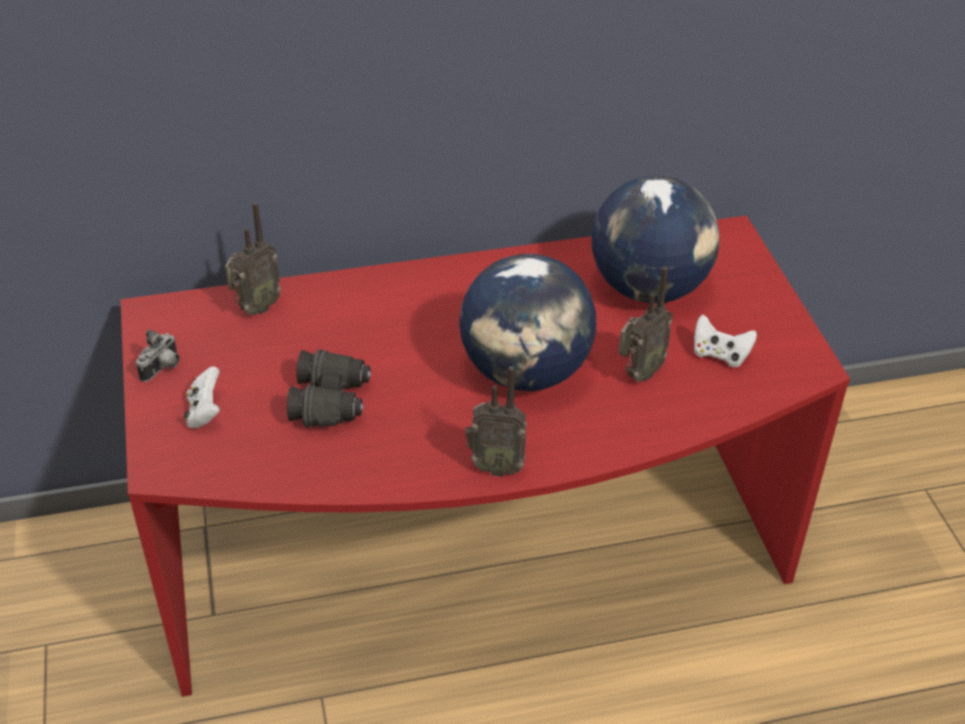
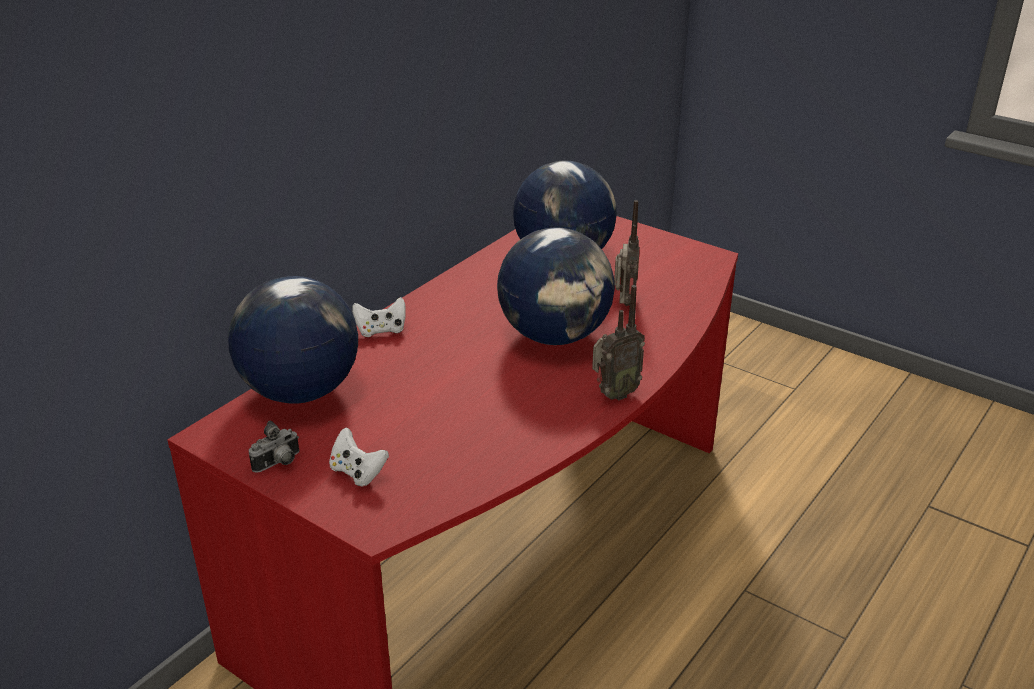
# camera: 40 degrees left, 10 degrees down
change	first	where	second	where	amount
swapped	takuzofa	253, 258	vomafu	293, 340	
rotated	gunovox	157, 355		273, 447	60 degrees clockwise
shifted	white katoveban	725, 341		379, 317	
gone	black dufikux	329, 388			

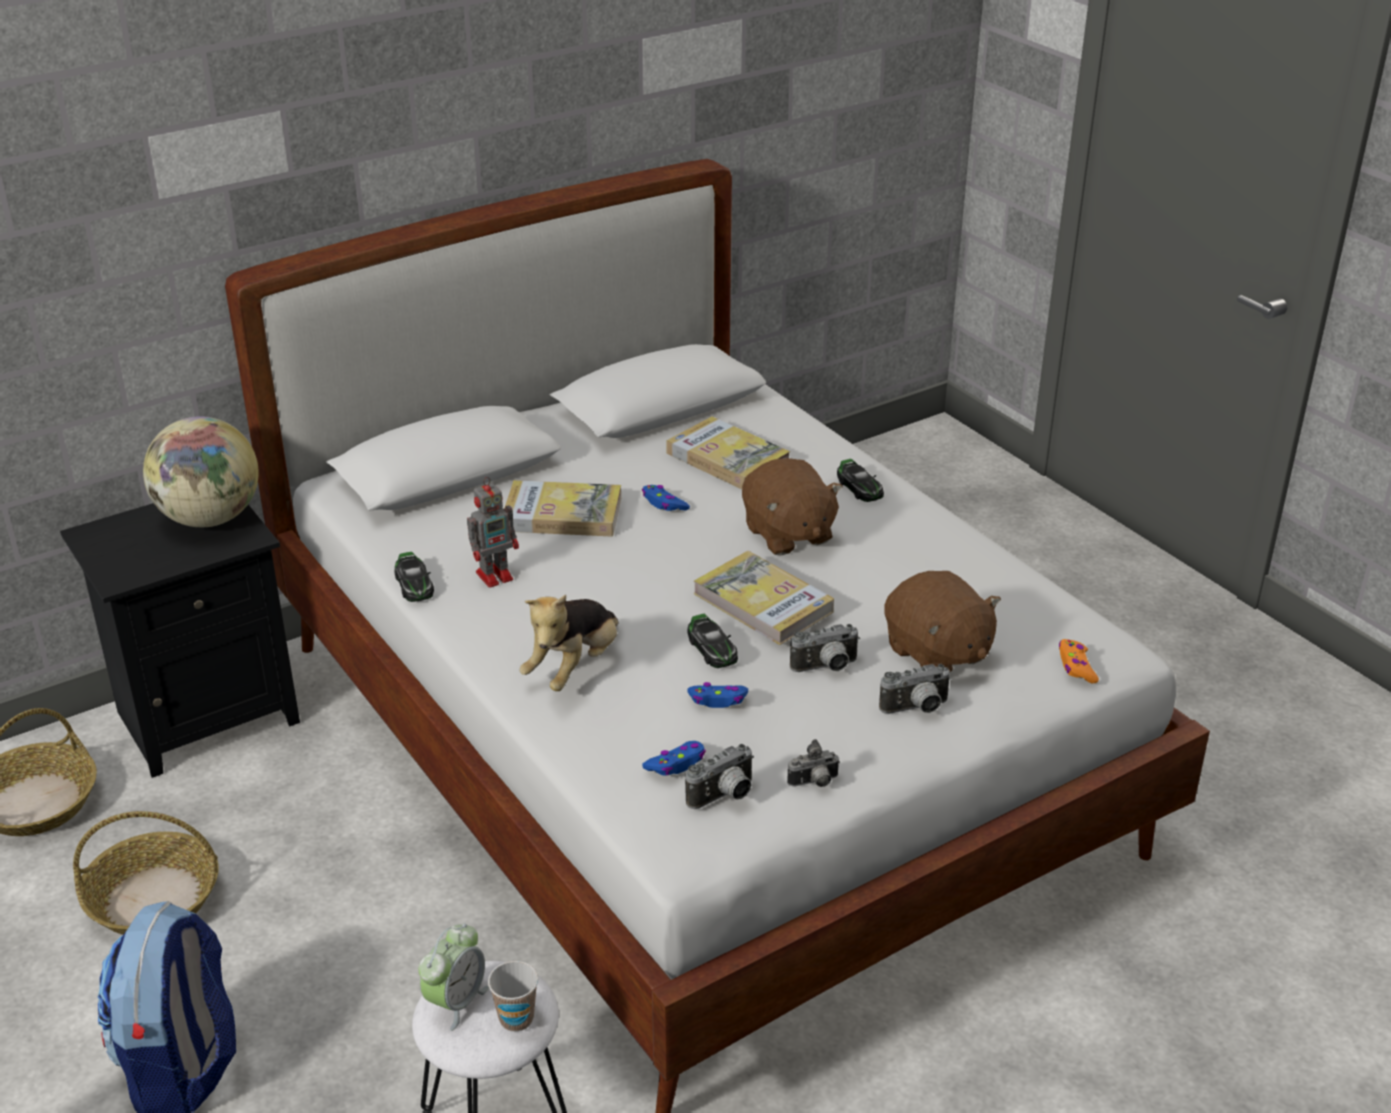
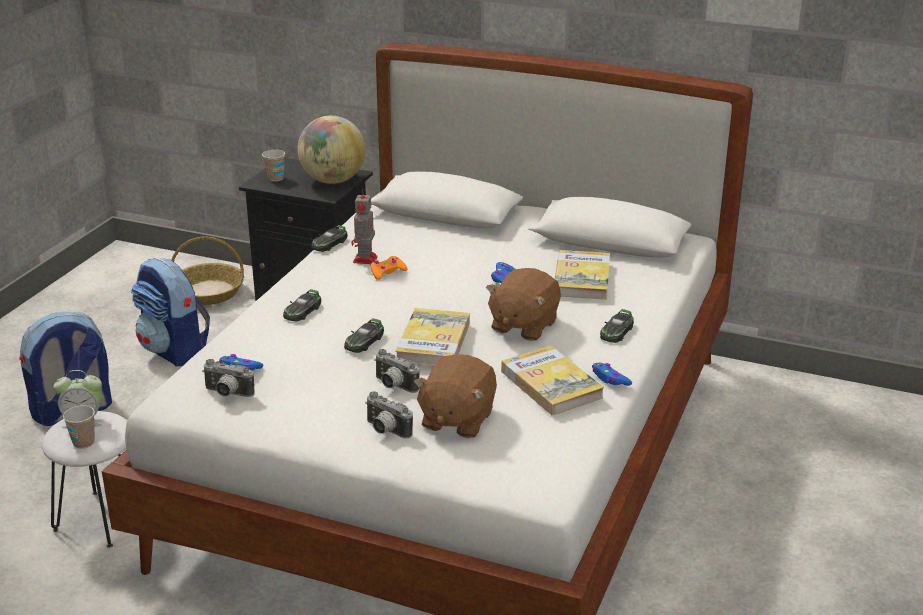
# camera: 55 degrees right, 5 degrees down
change	first	where	second	where	amount
swapped	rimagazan	146, 873	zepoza	170, 312	
new			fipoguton	273, 165	
swapped	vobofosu	568, 643	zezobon	302, 305	
rotated	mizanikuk	493, 532		364, 226	75 degrees clockwise
shifted	orange katoveban	1079, 661		389, 268	
shifted	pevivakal	563, 508		552, 381	
shifted	blue katoveban	718, 695		612, 374	
gone	gunovox	813, 763			

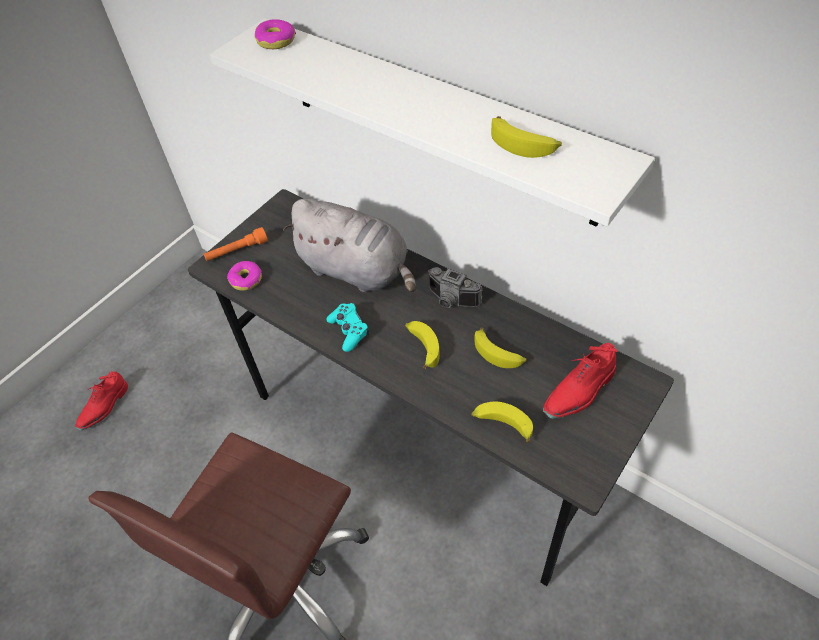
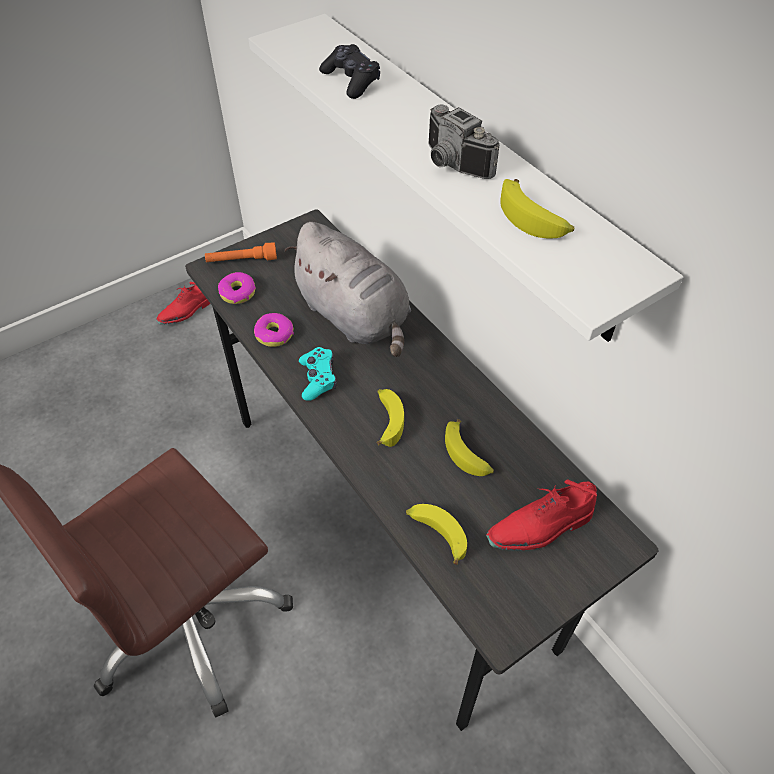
# camera: 15 degrees right, 0 degrees up
change	first	where	second	where	amount
shifted	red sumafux	101, 400		183, 303	
shifted	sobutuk	275, 34		274, 330	
new			black katoveban	349, 71	
shifted	gunovox	455, 287		464, 142	

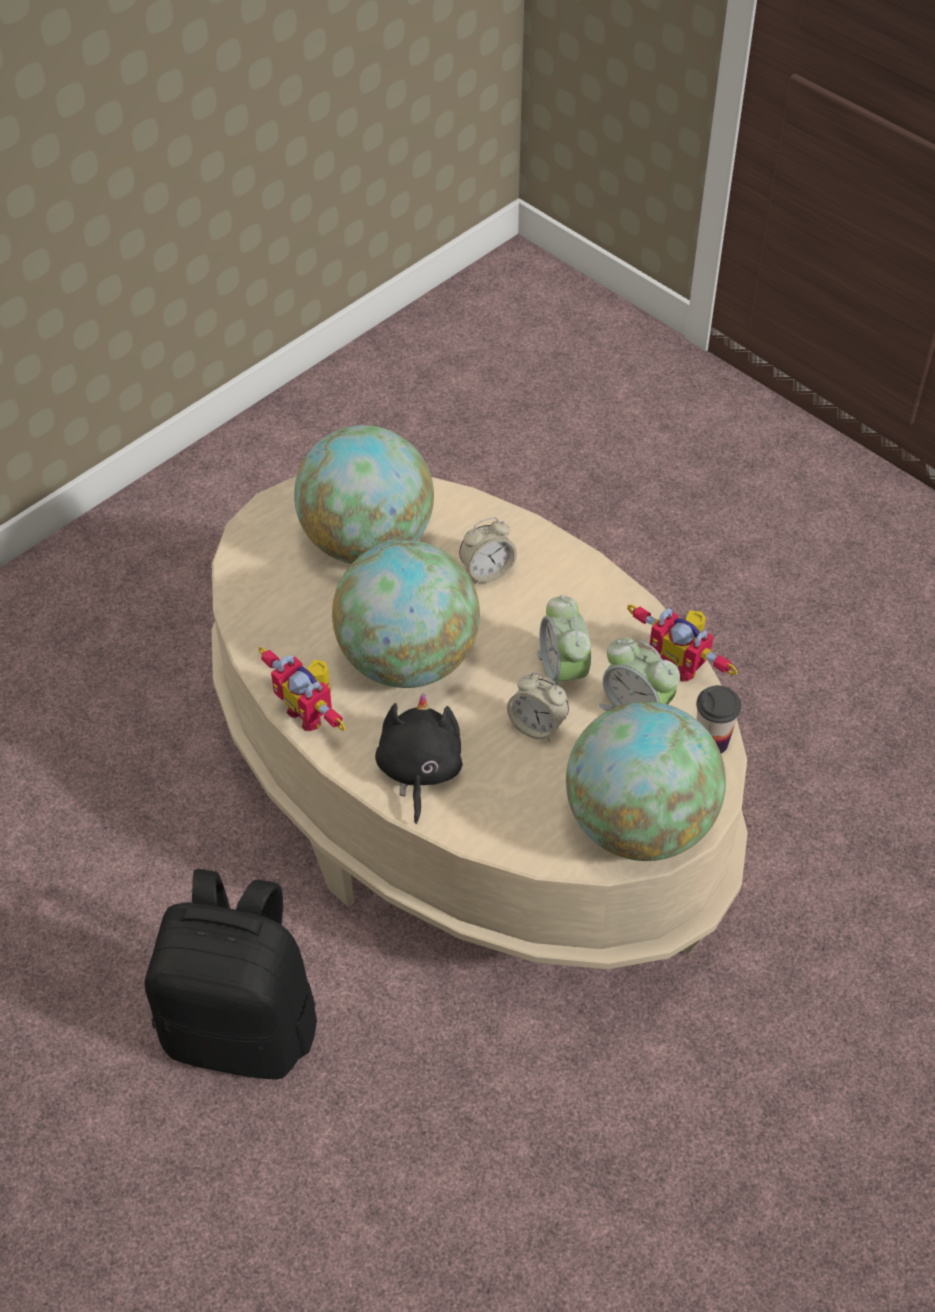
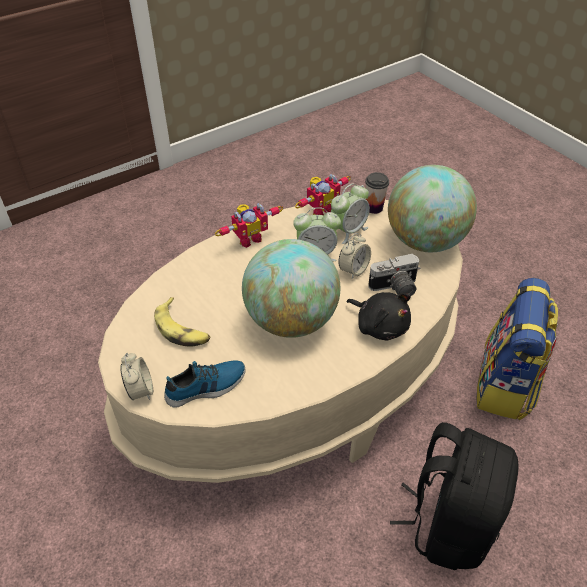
# camera: 80 degrees left, 5 degrees down
change	first	where	second	where	amount
shifted	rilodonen	488, 551		136, 376	
swapped	vomafu	364, 494	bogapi	182, 321	
new			sumafux	205, 384	
shifted	mizanikuk	302, 689		249, 225	
rotated	black vobofosu	419, 759		379, 316	150 degrees counterclockwise
new			gunovox	394, 275	
new			zepoza	517, 349	

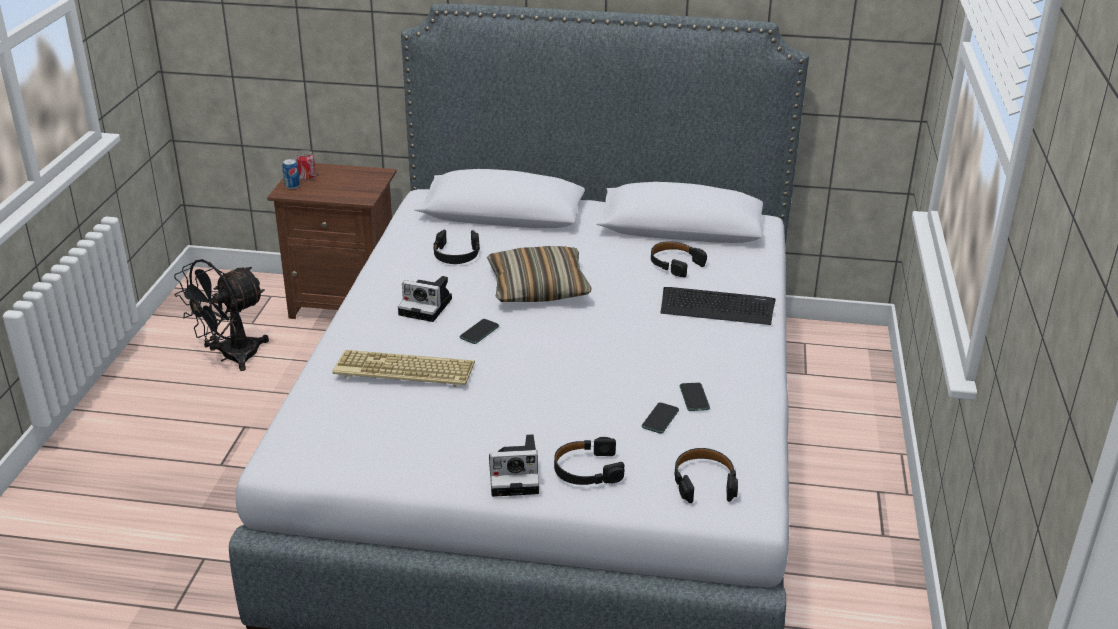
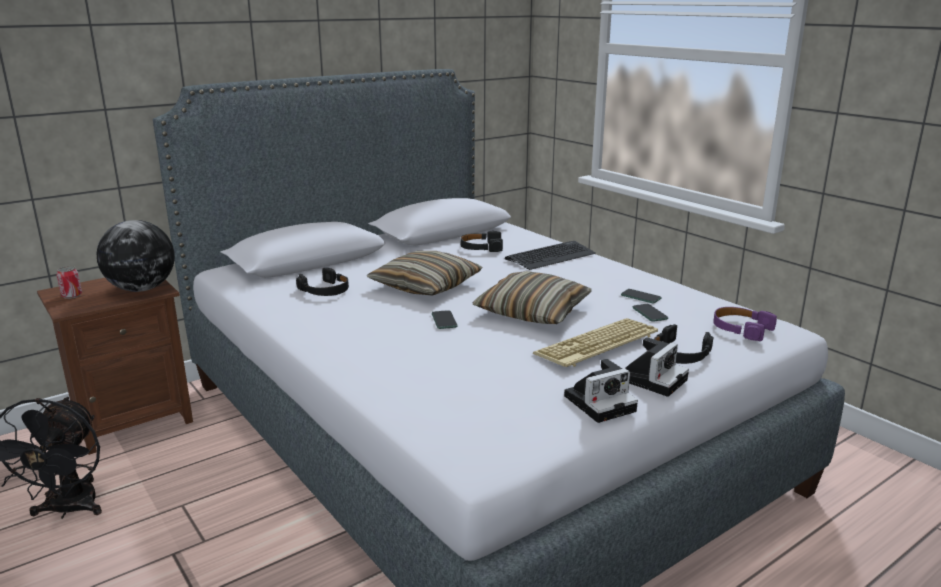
# camera: 45 degrees left, 10 degrees down
change	first	where	second	where	amount
new			vomafu	136, 256	
new			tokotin	532, 297	
shifted	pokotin	403, 368		595, 342	
shifted	gunovox	425, 299		601, 391	
repainted	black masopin	706, 475	purple masopin	745, 324	
gone	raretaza	291, 174			

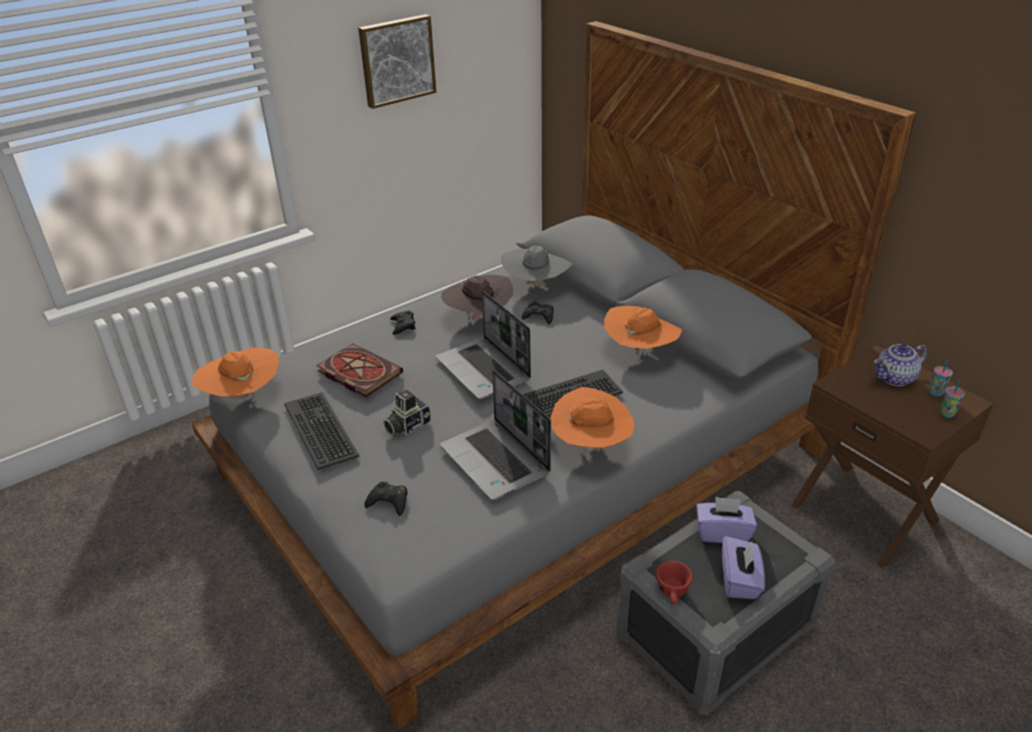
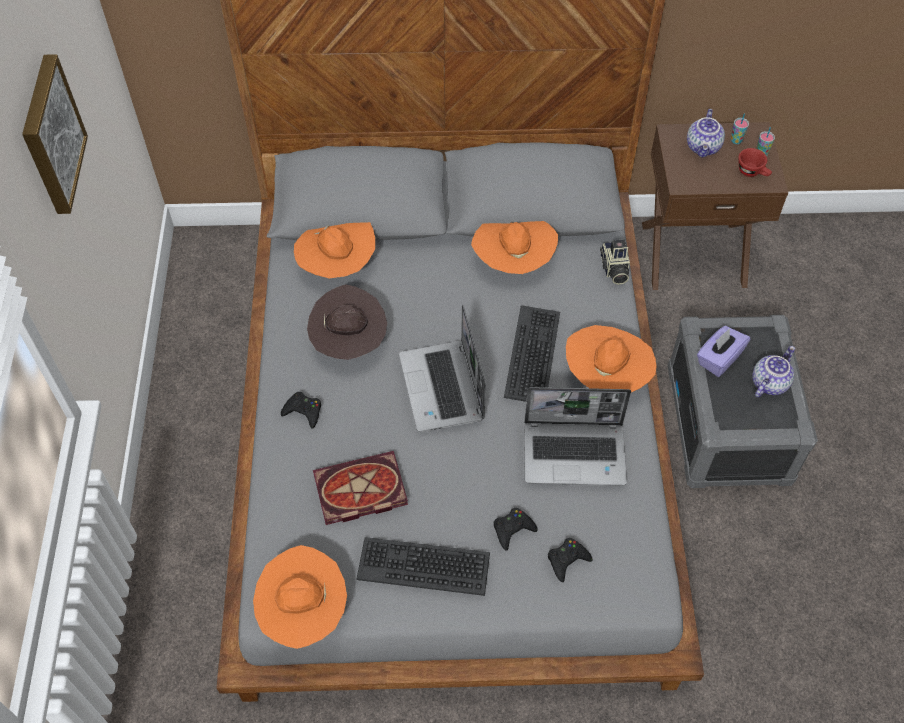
# camera: 55 degrees left, 20 degrees up
change	first	where	second	where	amount
repainted	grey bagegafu	537, 266	orange bagegafu	334, 250	
rotated	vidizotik	483, 345		442, 368	75 degrees clockwise
shifted	black katoveban	538, 313		515, 529	
shifted	gunovox	407, 412		615, 262	
shifted	red fipoguton	674, 582		755, 162	
swapped	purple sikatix	743, 567	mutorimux	773, 371	

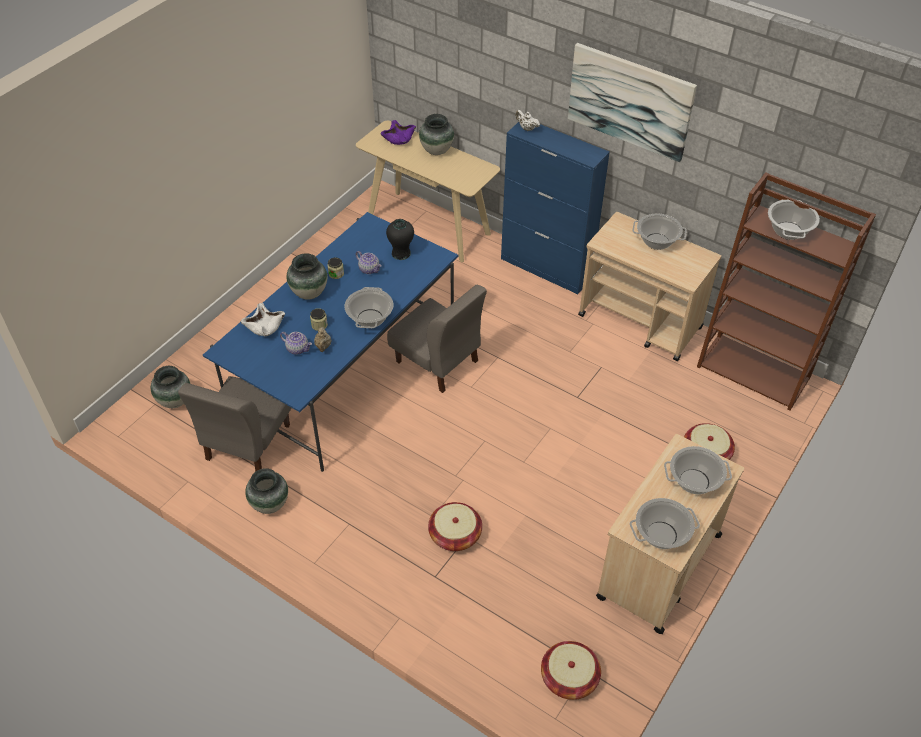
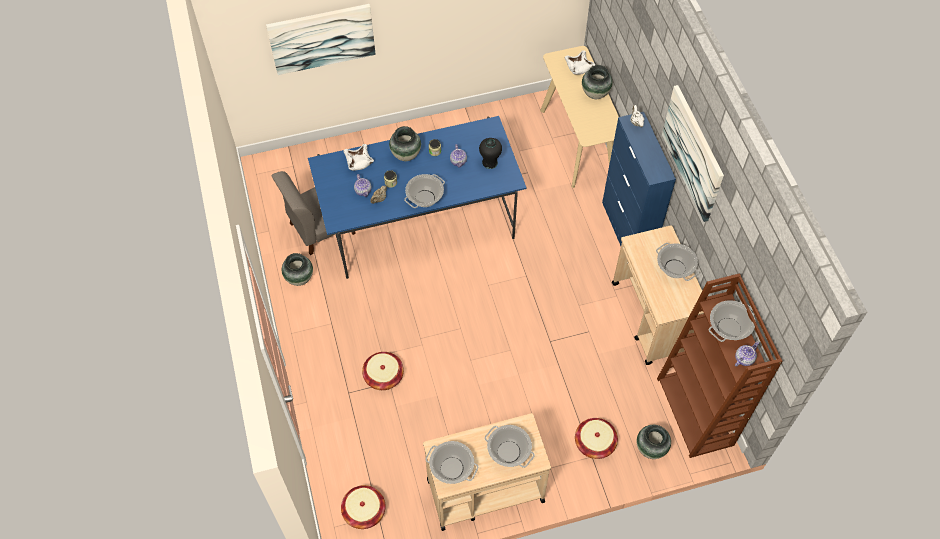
# camera: 40 degrees right, 10 degrees up
change	first	where	second	where	amount
new			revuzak	321, 39	
repainted	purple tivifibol	398, 132	white tivifibol	579, 62	
shifted	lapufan	170, 387		654, 442	
new			mutorimux	747, 354	
gone	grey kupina	437, 339			

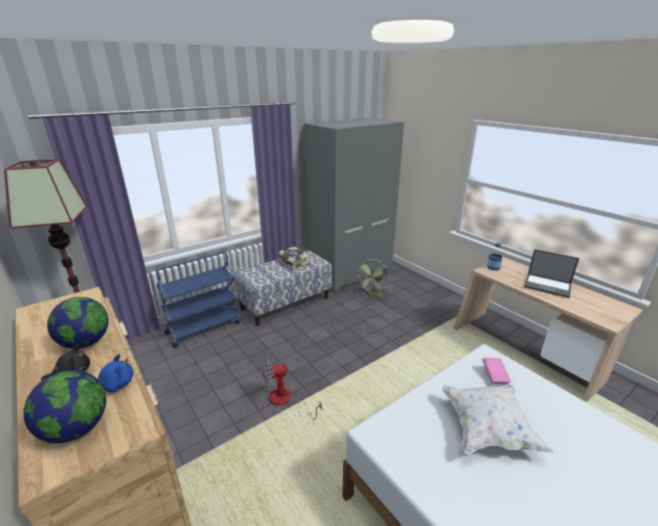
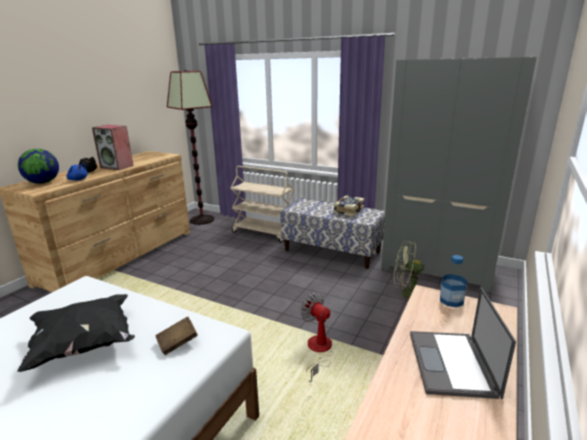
# camera: 65 degrees right, 5 degrees down
change	first	where	second	where	amount
repainted	white tokotin	498, 419	black tokotin	76, 333	
swapped	vomafu	78, 323	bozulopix	112, 147	
repainted	pink pevivakal	496, 371	brown pevivakal	176, 335	
repainted	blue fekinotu	198, 300	beige fekinotu	262, 204	
shifted	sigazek	292, 389		317, 337	

